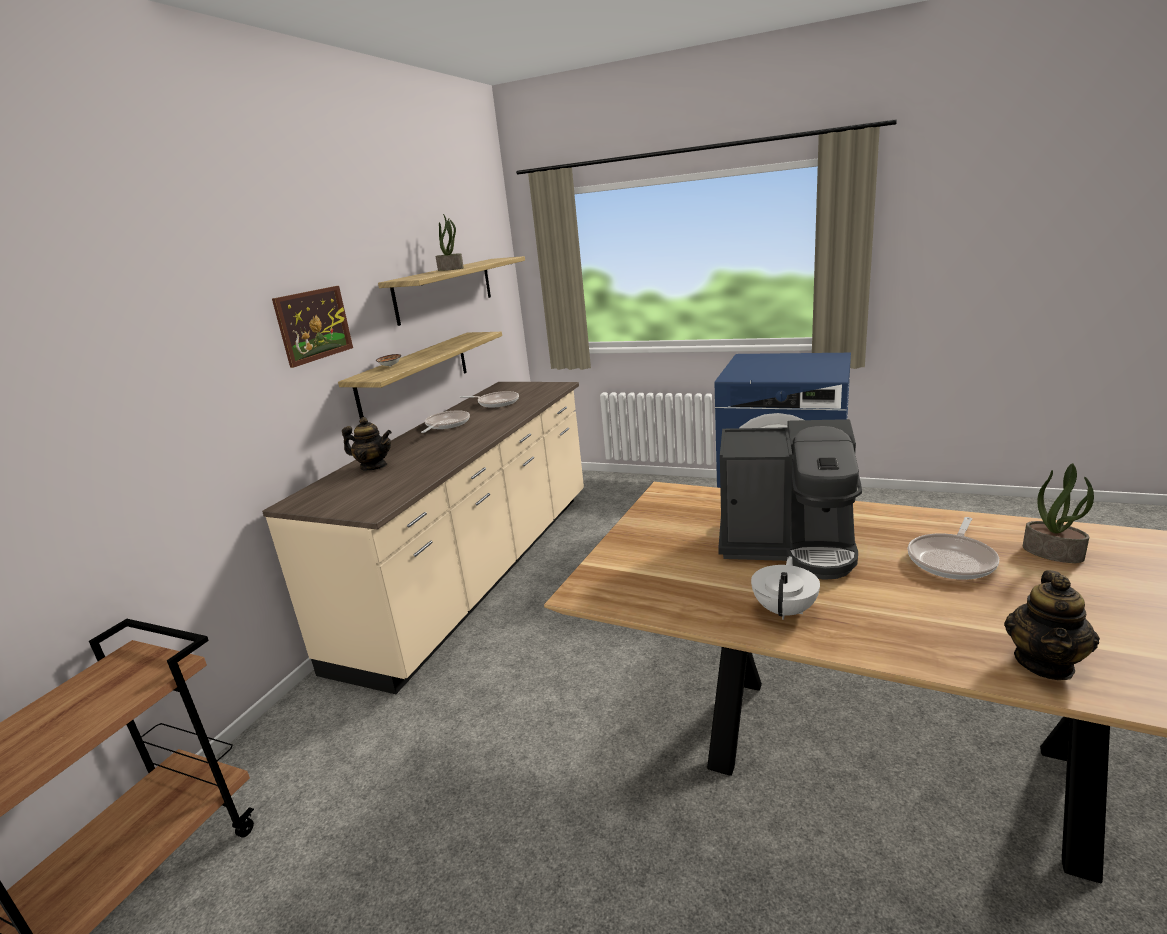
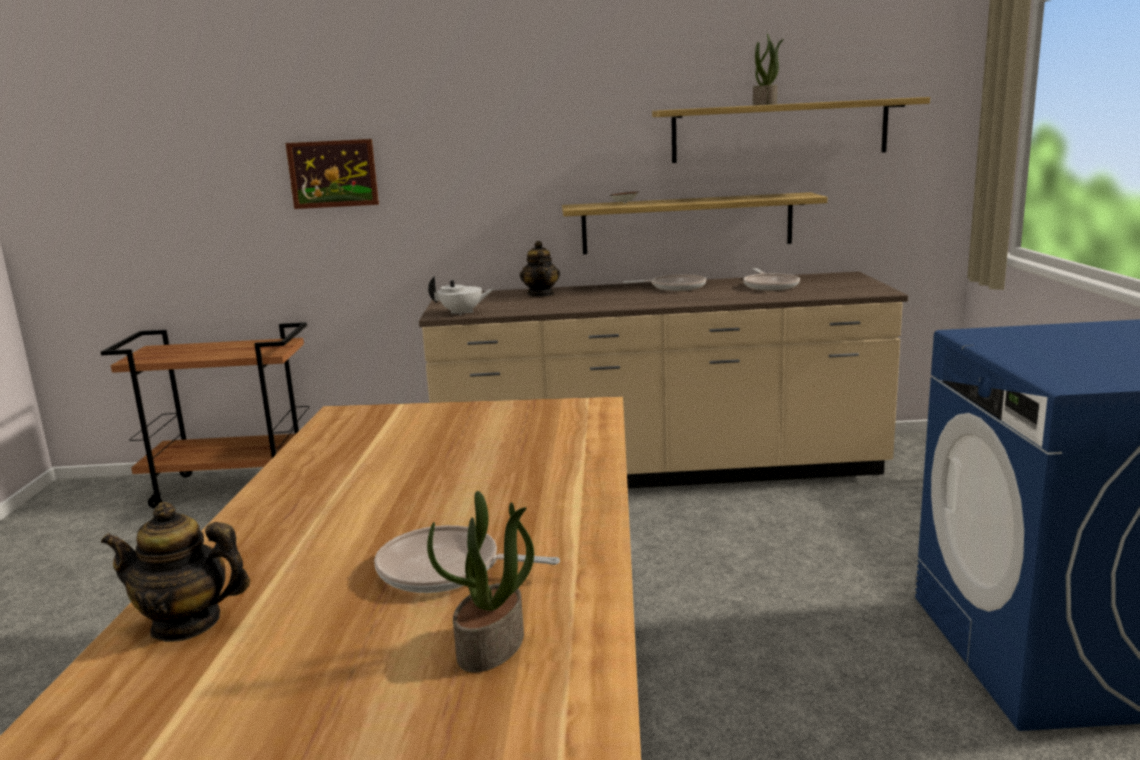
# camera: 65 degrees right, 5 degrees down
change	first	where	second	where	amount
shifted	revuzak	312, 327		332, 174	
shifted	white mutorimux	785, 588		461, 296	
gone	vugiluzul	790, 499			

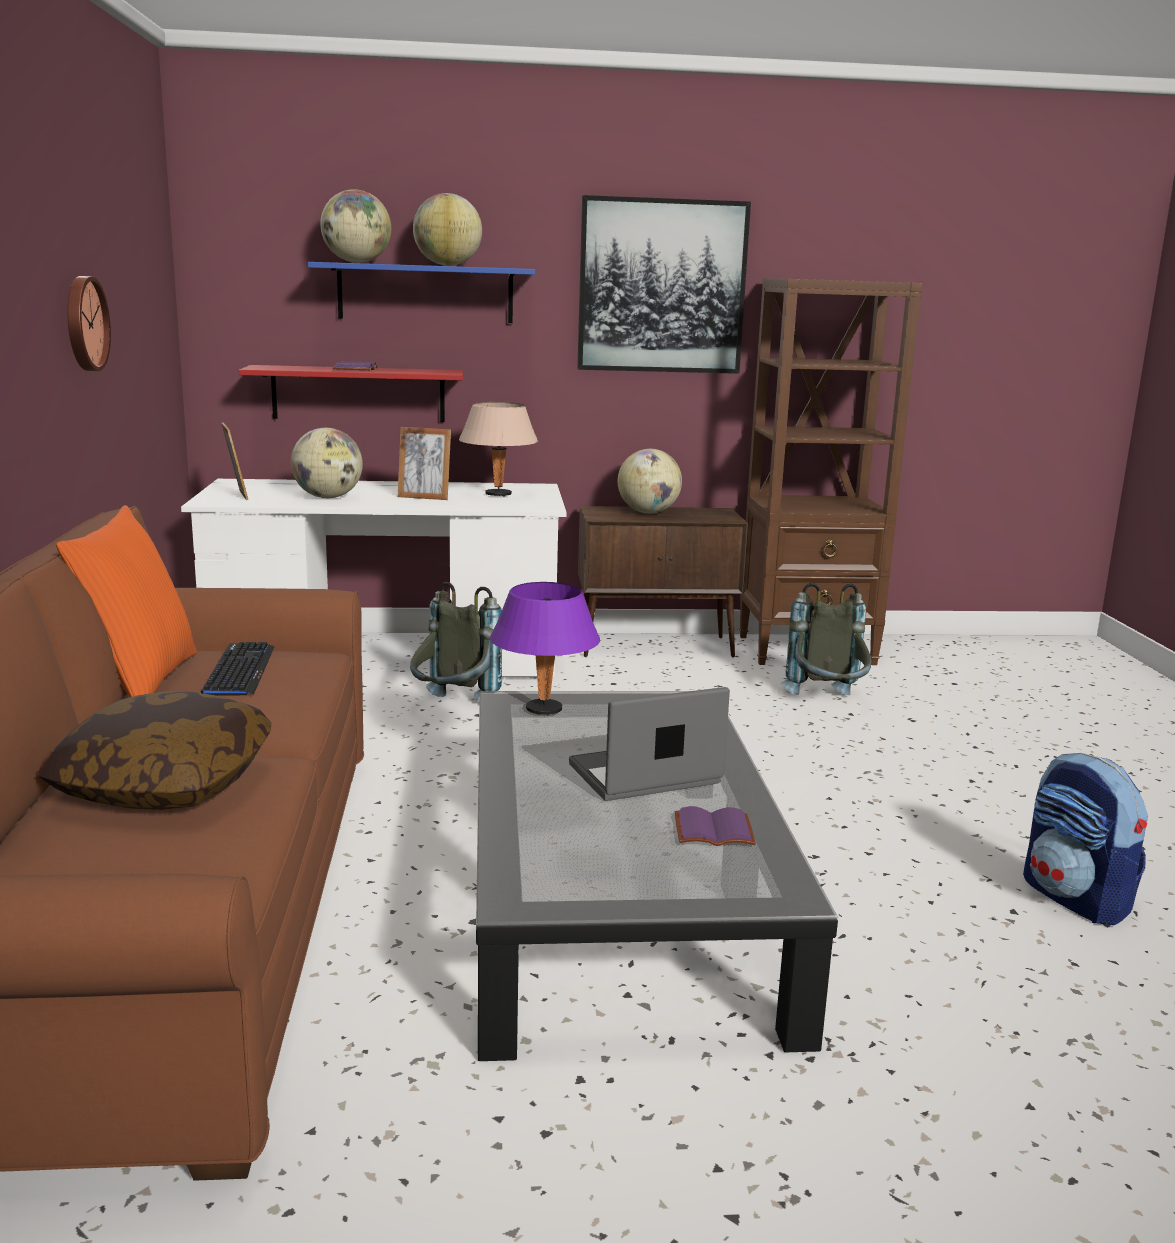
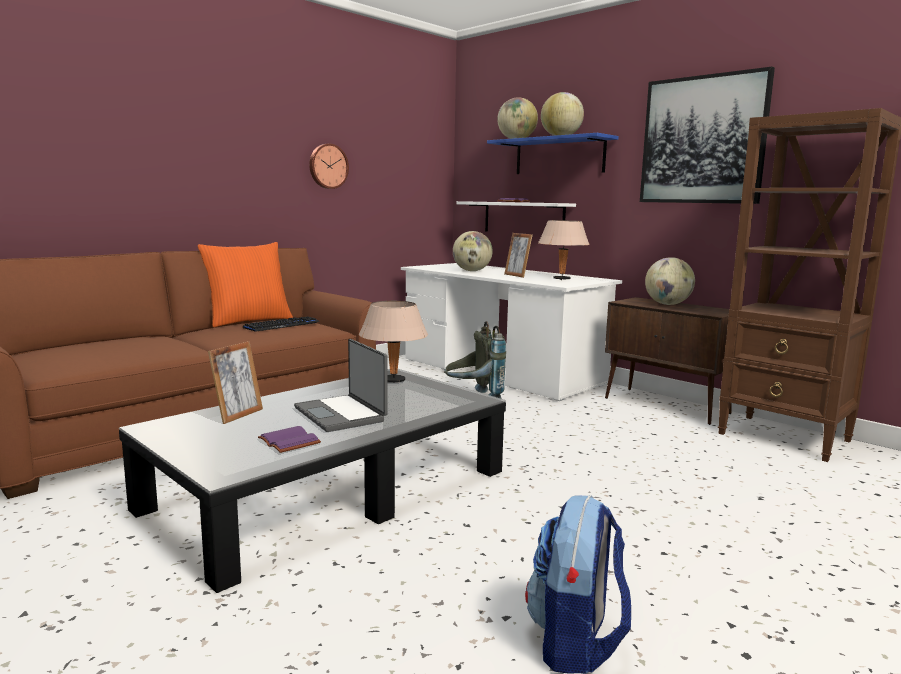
# camera: 50 degrees right, 5 degrees down
change	first	where	second	where	amount
shifted	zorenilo	235, 461		235, 382	
rotated	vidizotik	649, 744		341, 385	150 degrees counterclockwise
repainted	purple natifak	545, 649	beige natifak	393, 342	
repainted	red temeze	351, 393	white temeze	516, 216	
gone	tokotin	154, 751			
gone	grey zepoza	826, 639			

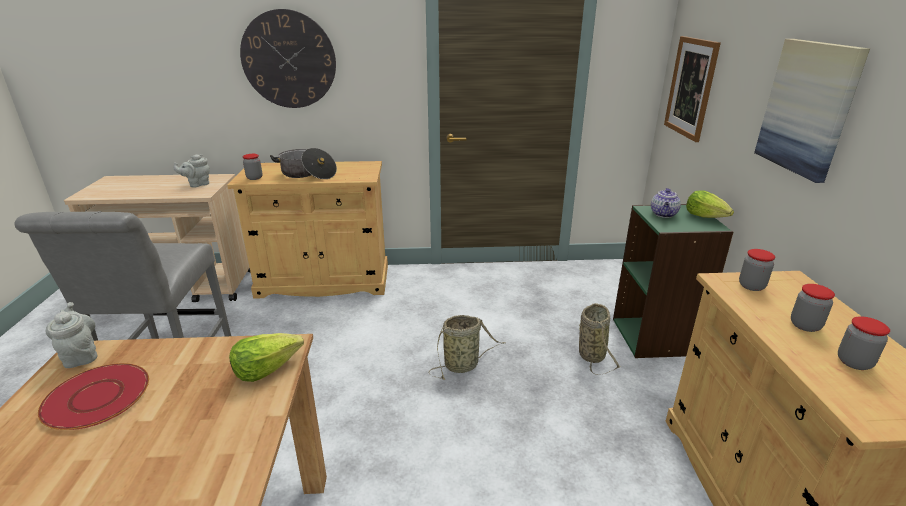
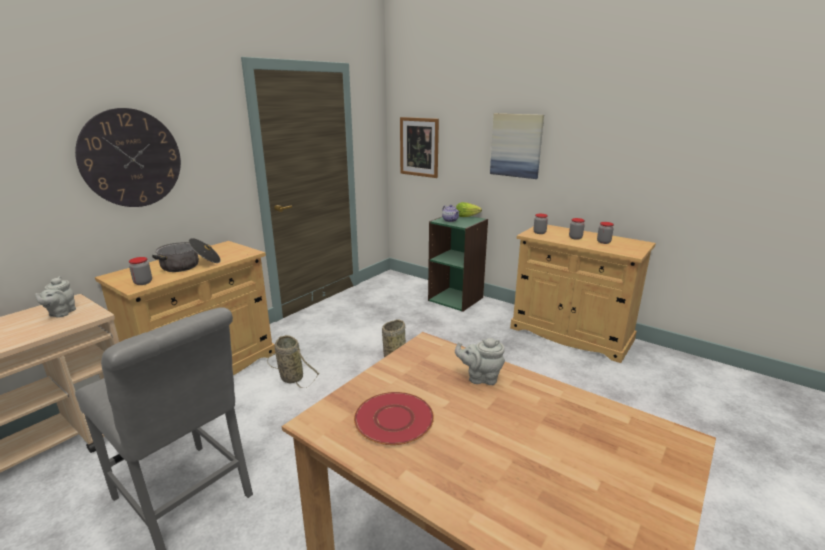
# camera: 50 degrees left, 5 degrees down
change	first	where	second	where	amount
shifted	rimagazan	600, 339		293, 361	
shifted	grey mutorimux	71, 335		480, 361	
gone	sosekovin	266, 357			

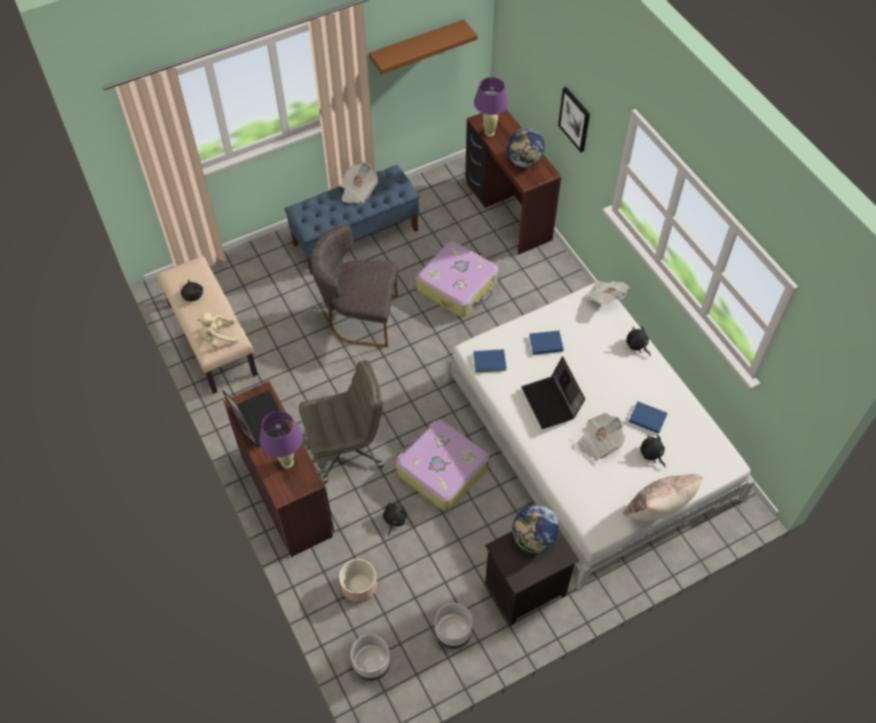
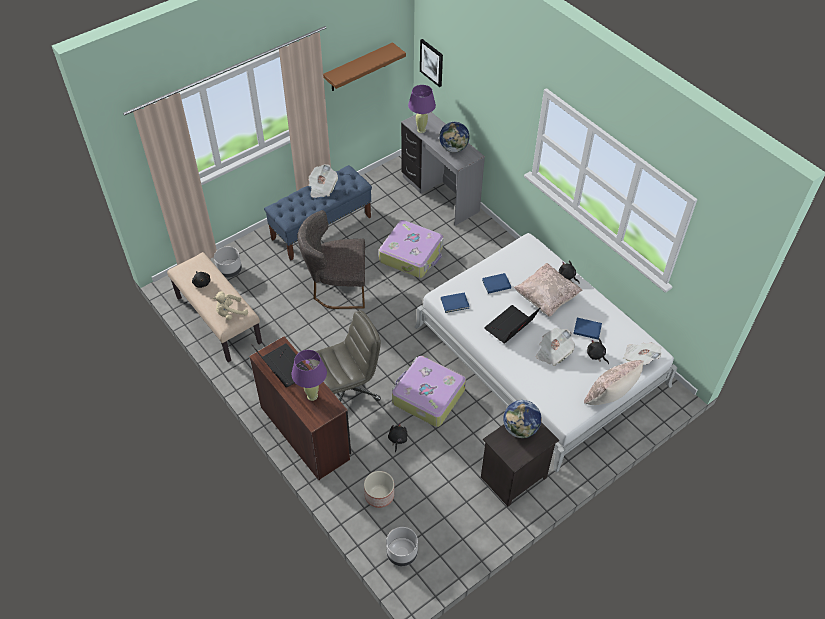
# camera: 10 degrees left, 5 degrees down
change	first	where	second	where	amount
shifted	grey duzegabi	454, 626		228, 262	
repainted	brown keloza	513, 182	grey keloza	443, 169	
shifted	revuzak	574, 119		431, 63	
rotated	vidizotik	553, 393		512, 324	75 degrees clockwise
new			beige tokotin	548, 290	
shifted	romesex	607, 292		642, 354	

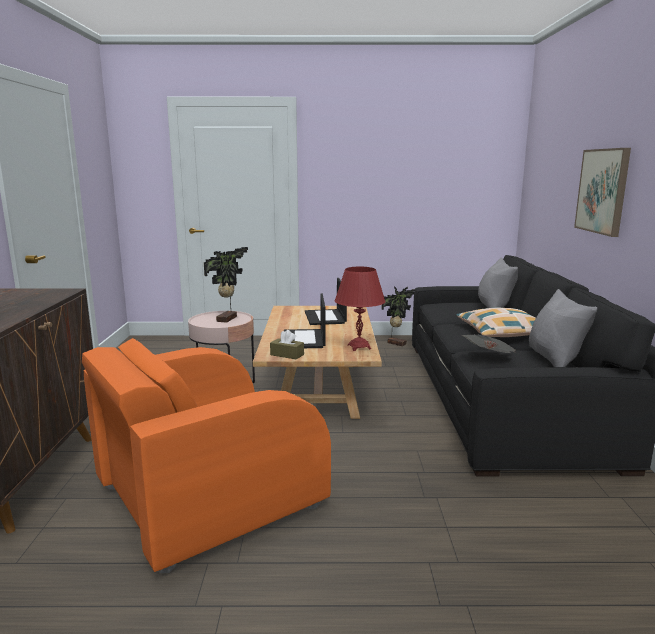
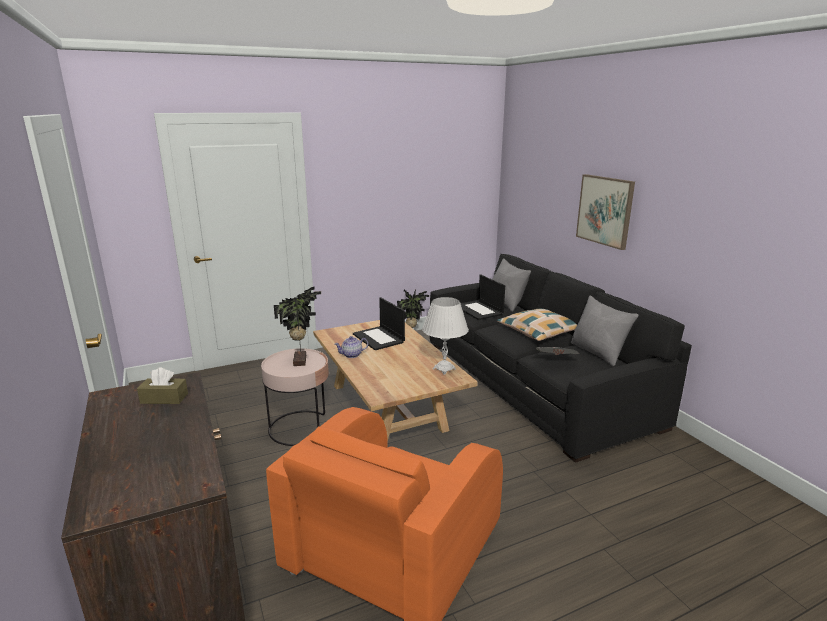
# camera: 25 degrees left, 5 degrees up
change	first	where	second	where	amount
shifted	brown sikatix	287, 345		162, 385	
new			mutorimux	351, 347	
repainted	red natifak	360, 309	white natifak	445, 336	
shifted	vidizotik	304, 321		483, 297	

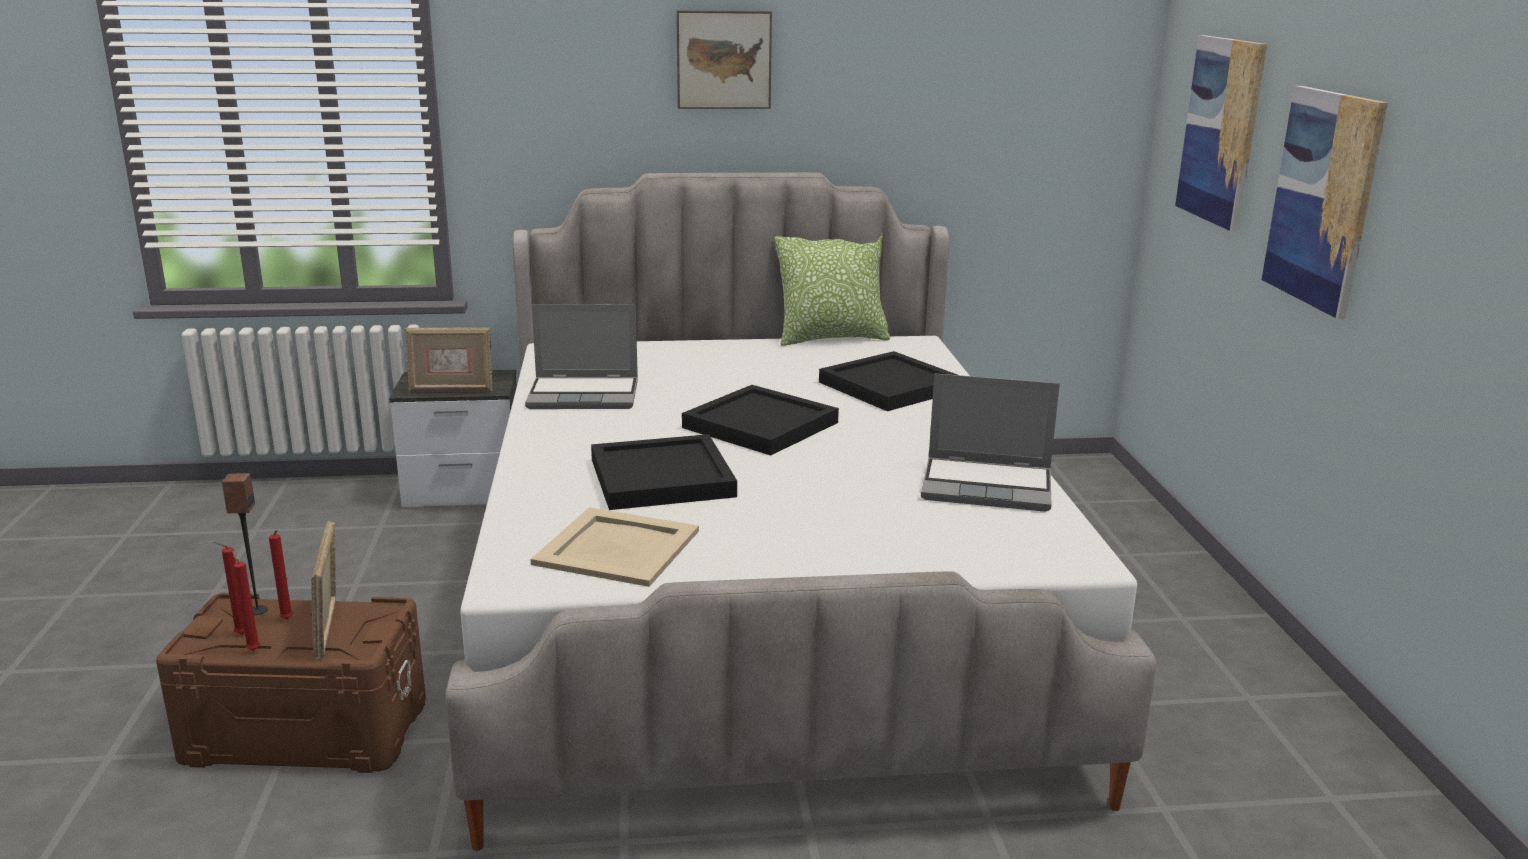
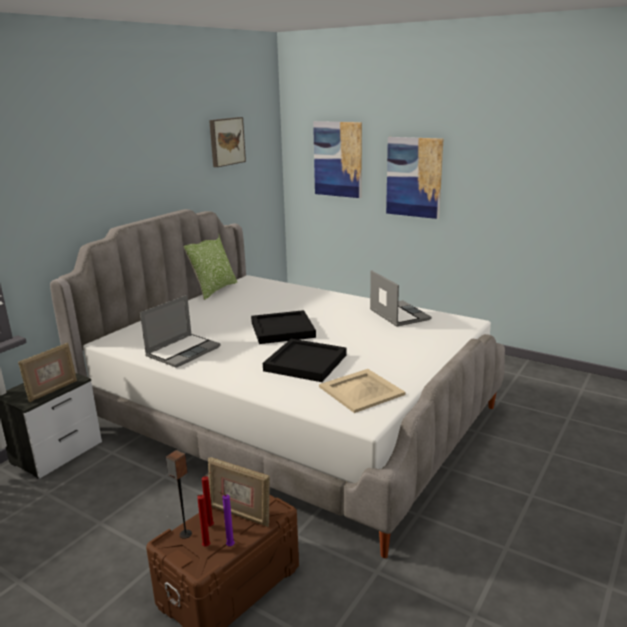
# camera: 50 degrees left, 0 degrees up
change	first	where	second	where	amount
shifted	revuzak	724, 59		227, 142	
repainted	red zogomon	246, 601	purple zogomon	226, 518	
rotated	vidizotik	990, 442		400, 298	75 degrees counterclockwise
gone	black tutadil	888, 381			

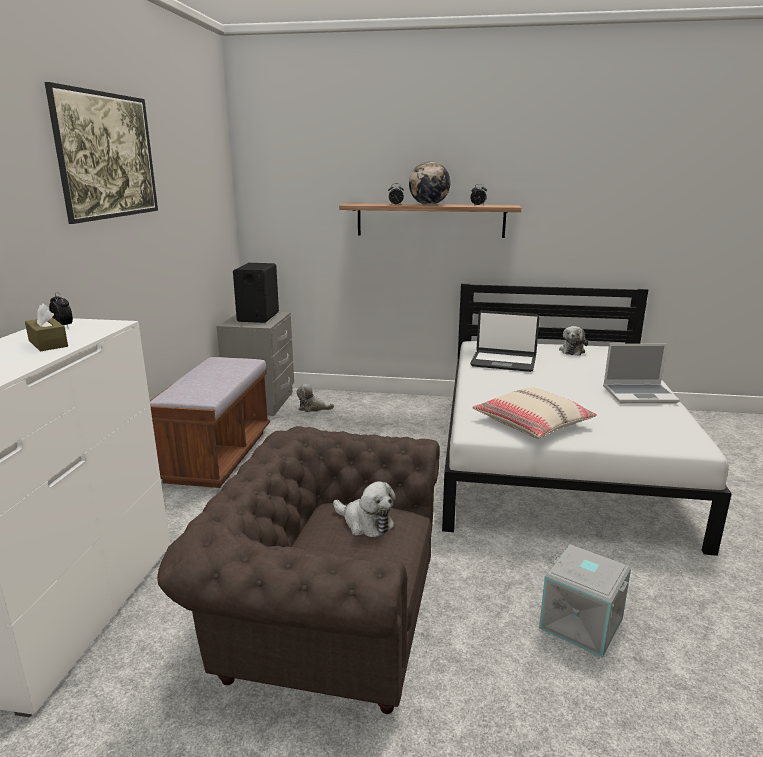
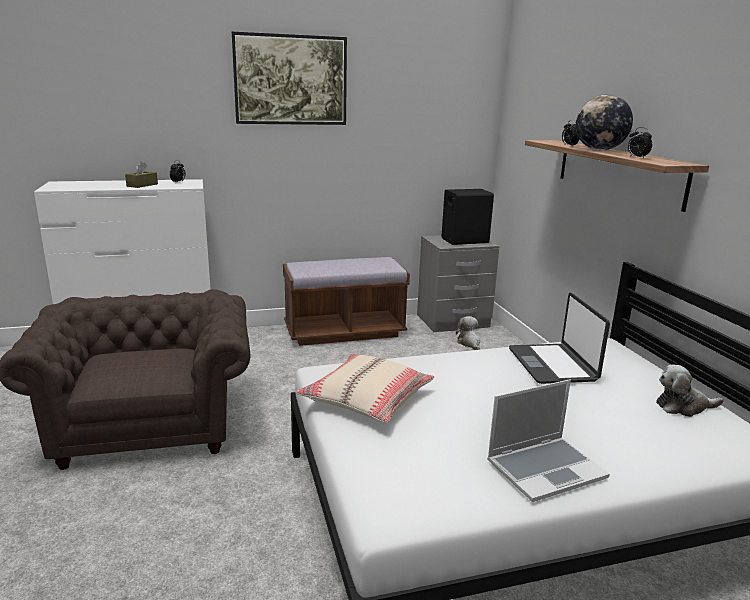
# camera: 65 degrees right, 0 degrees up
change	first	where	second	where	amount
rotated	vidizotik	641, 373		548, 440	90 degrees counterclockwise
gone	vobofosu	364, 509			
gone	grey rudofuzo	585, 601			

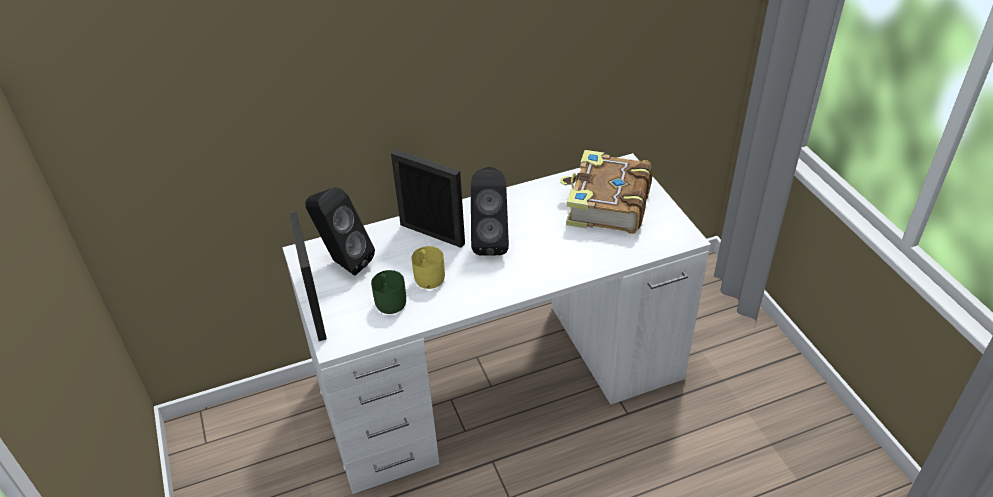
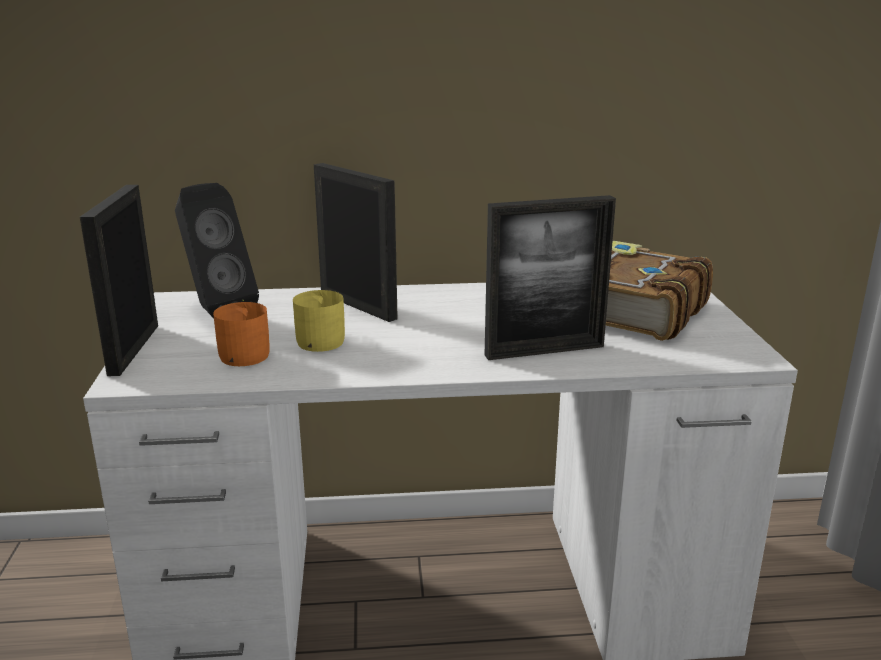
# camera: 15 degrees right, 20 degrees down
change	first	where	second	where	amount
repainted	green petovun	388, 292	orange petovun	241, 334	
new			zorenilo	550, 277	
gone	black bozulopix	490, 211			

